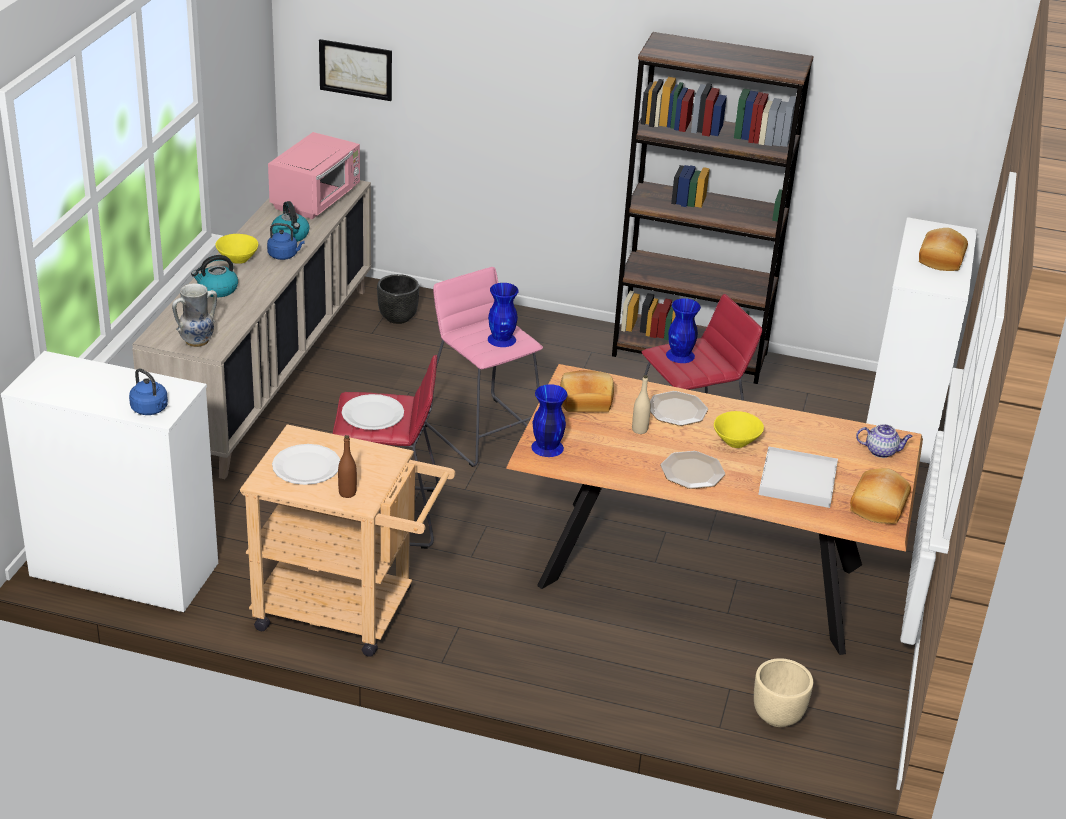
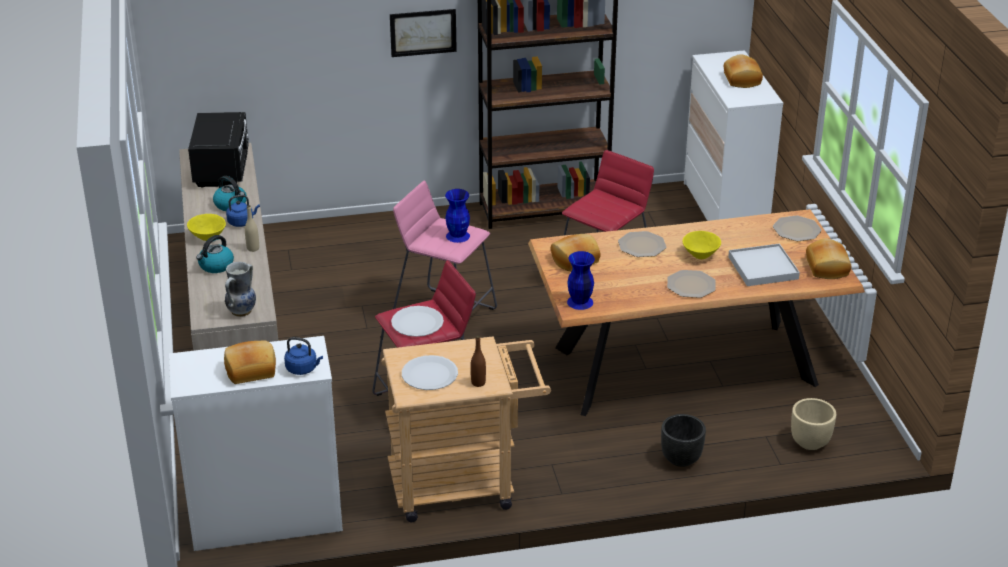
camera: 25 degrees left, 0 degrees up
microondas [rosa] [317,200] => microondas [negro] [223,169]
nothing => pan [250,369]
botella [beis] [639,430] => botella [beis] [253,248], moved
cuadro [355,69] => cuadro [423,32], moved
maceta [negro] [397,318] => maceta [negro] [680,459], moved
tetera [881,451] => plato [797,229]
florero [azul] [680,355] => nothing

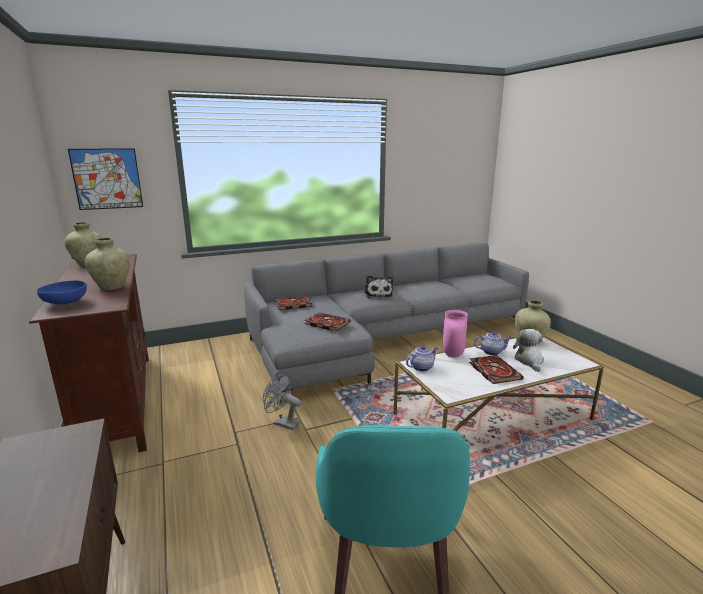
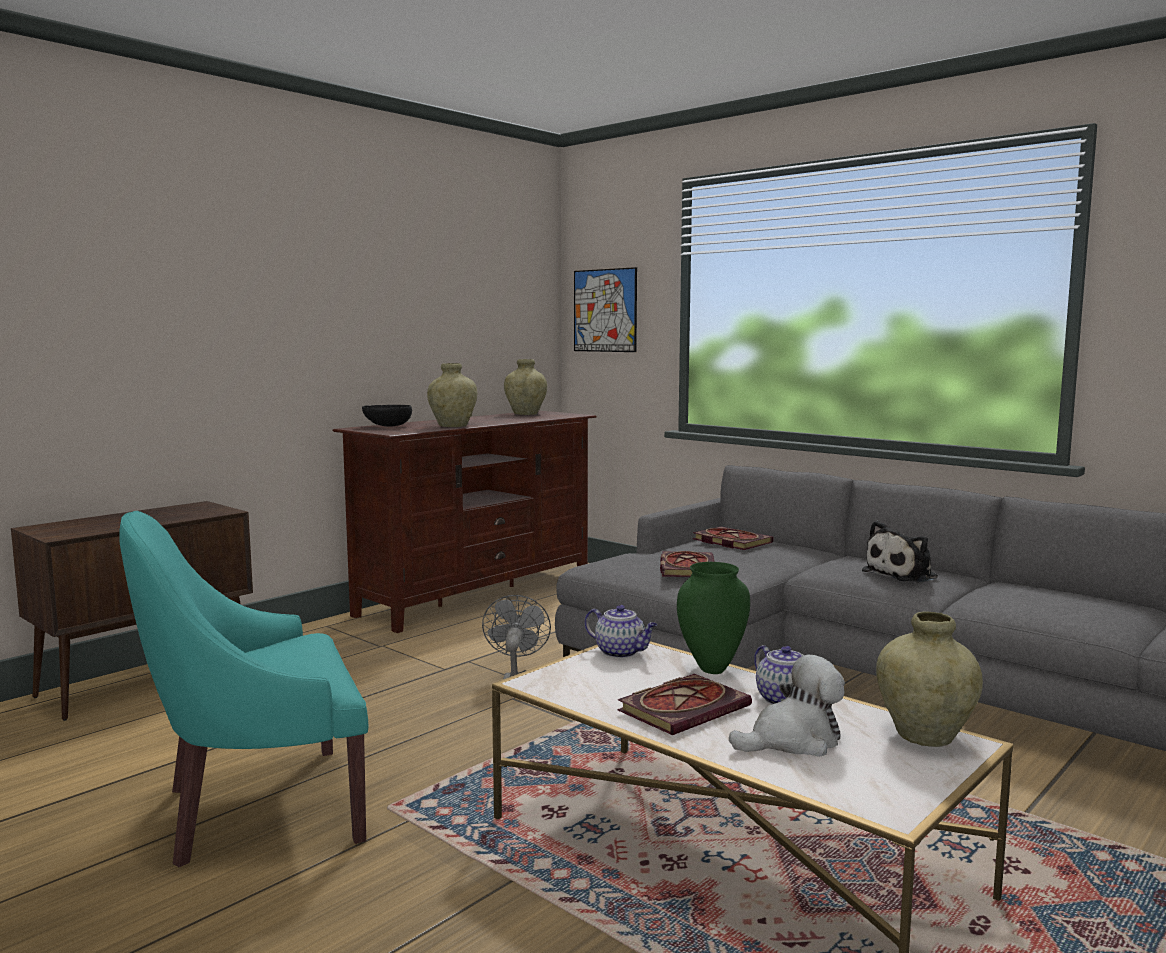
camera: 65 degrees right, 10 degrees down
cuenco [azul] [65,303] => cuenco [negro] [387,426]
florero [rosa] [452,355] => florero [verde] [711,668]

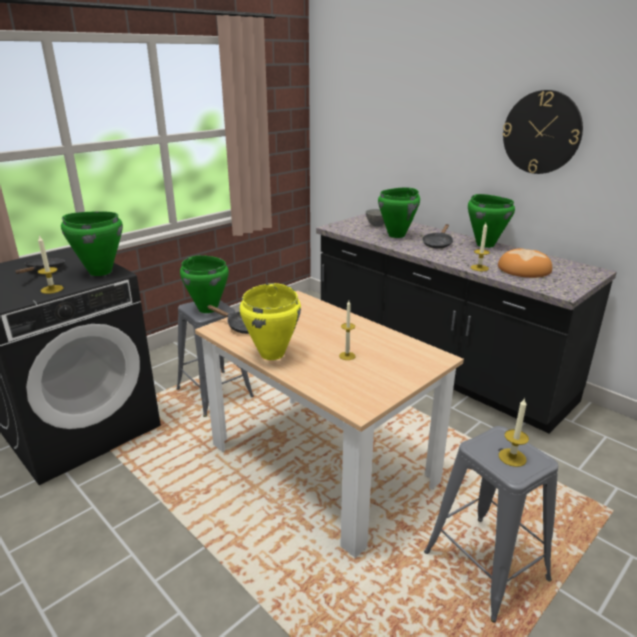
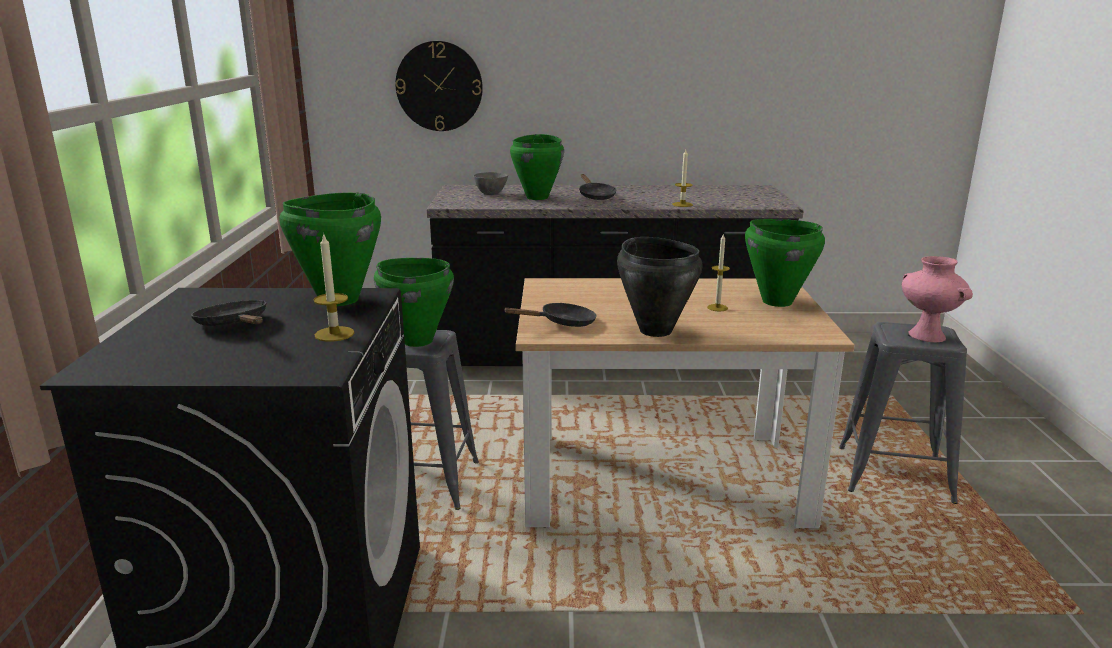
camera: 45 degrees left, 5 degrees down
reloj de pared [541,132] => reloj de pared [439,86], moved
olla [amarillo] [272,354] => olla [negro] [655,330]
olla [verde] [485,244] => olla [verde] [776,301], moved
vela [512,457] => florero [rosa] [925,336]
pan [524,269] => nothing

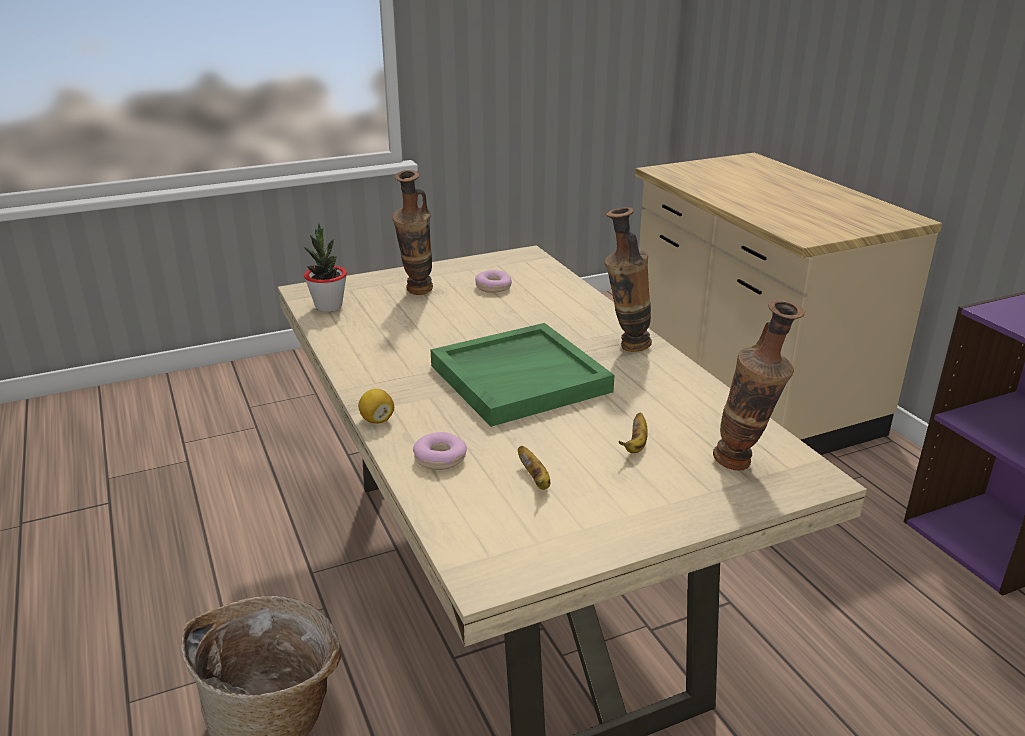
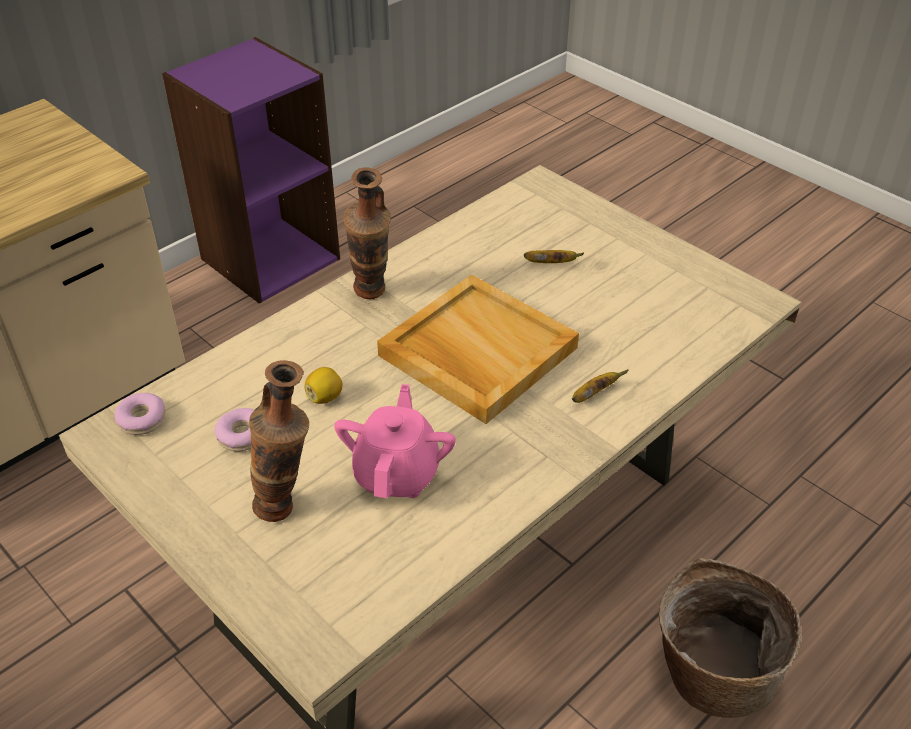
camera: 110 degrees left, 15 degrees up
rosquilla [440,458] => rosquilla [142,419], moved
limón [377,420] => limón [325,397], moved
nothing => tetera [rosa] [397,473]
bandeja [verde] [520,377] => bandeja [beis] [476,352]
plátano [535,480] => plátano [593,394], moved
planta en maceta [328,306] => nothing
florero [744,465] => nothing

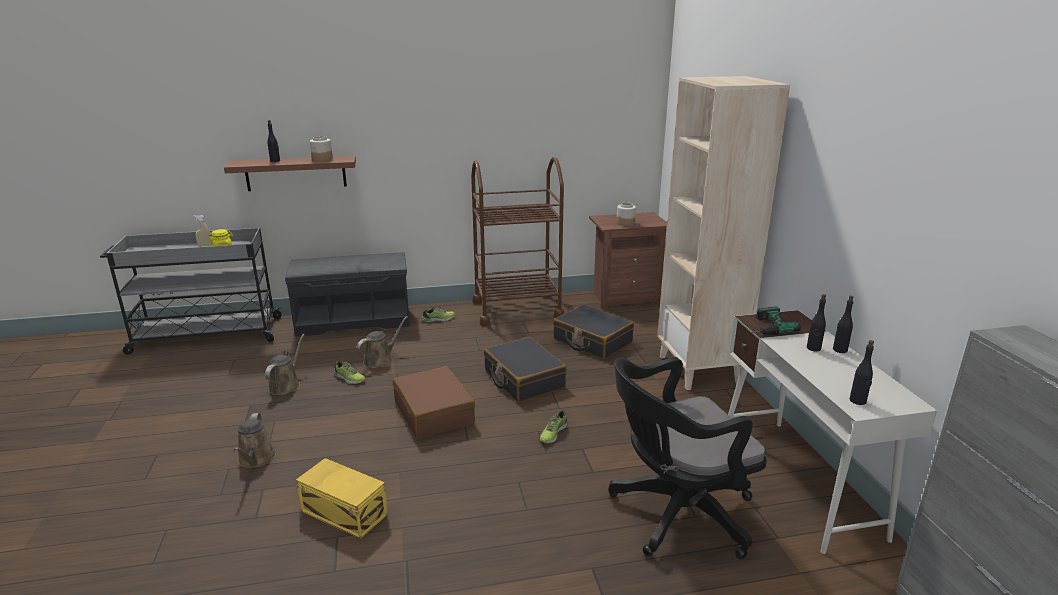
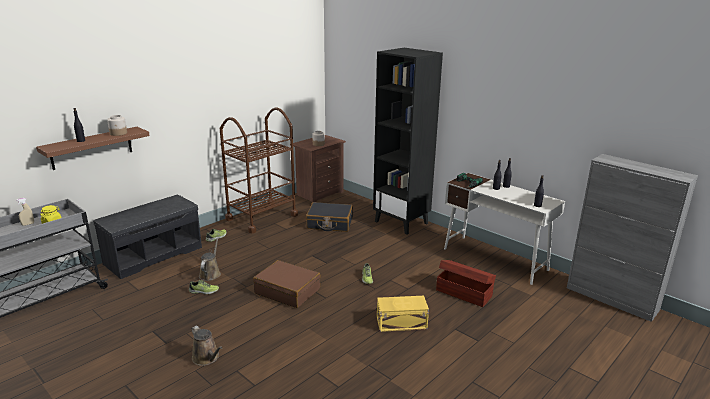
camera: 35 degrees left, 0 degrees up
estantería [beis] [699,370] => estantería [negro] [402,222]
caja de almacenaje [amarillo] [344,511] => caja de almacenaje [amarillo] [400,322], moved
silla de oficina [negro] [675,514] => caja de almacenaje [marrón] [463,292]
regadera [marrón] [286,385] => nothing
maleta [negro] [523,379] => nothing

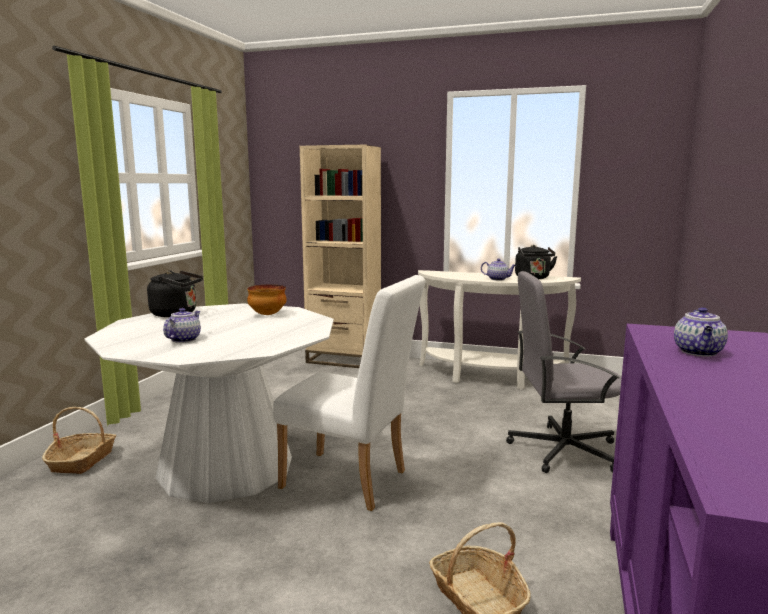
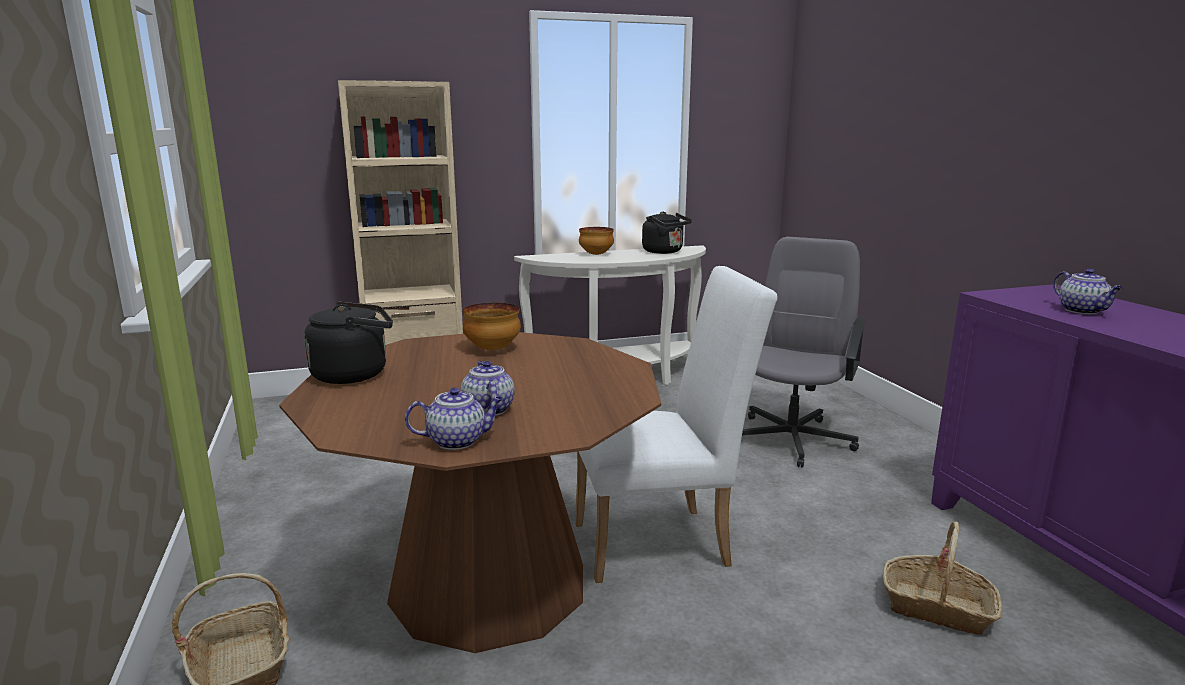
camera: 35 degrees left, 5 degrees up
mesa de comedor [blanco] [226,467] => mesa de comedor [marrón] [489,583]
tetera [498,279] => tetera [458,441], moved
nothing => cuenco [596,254]
silla de oficina [gris] [562,450] => silla de oficina [gris] [792,438], 150 degrees clockwise

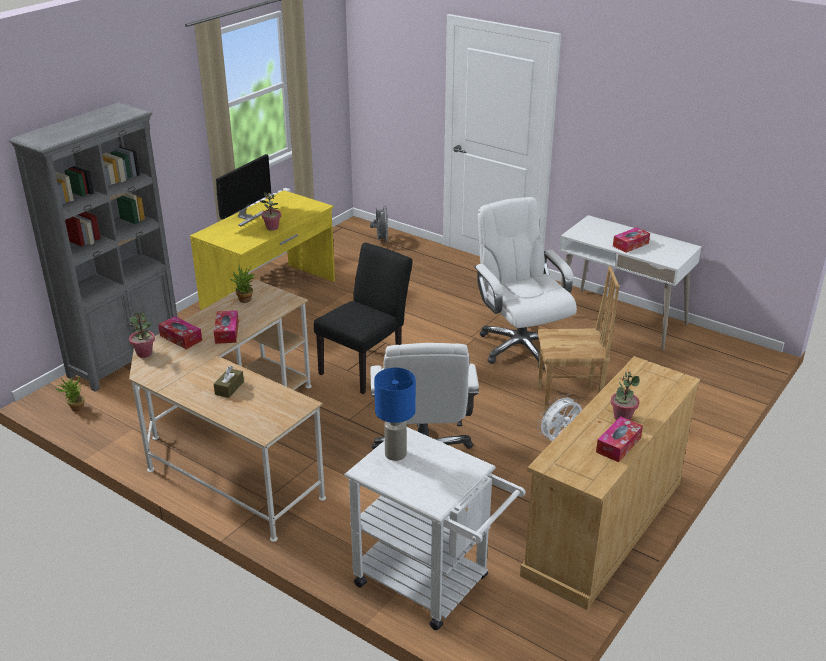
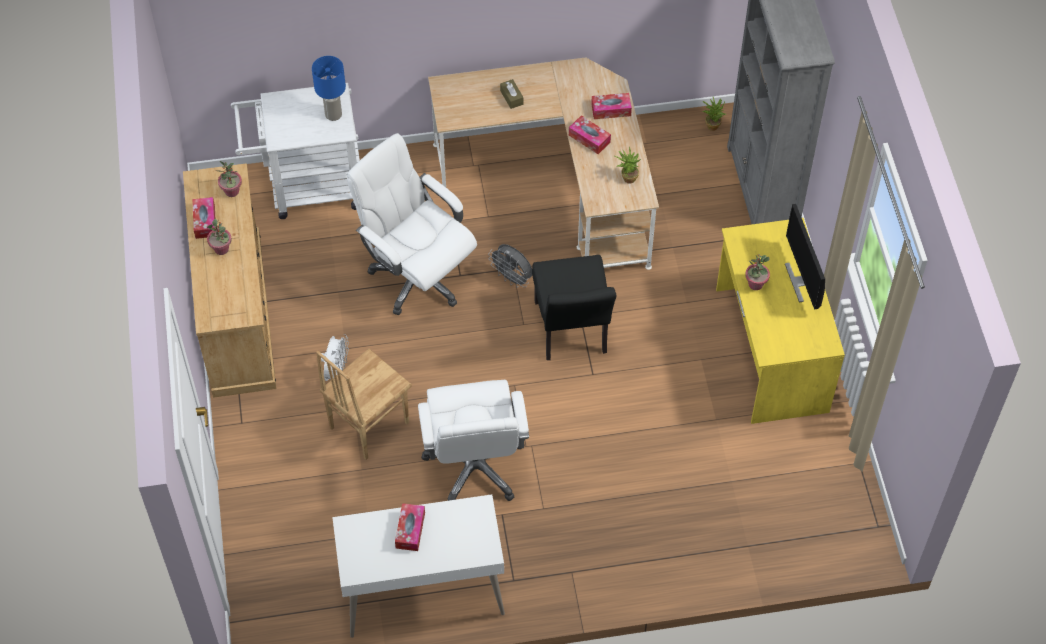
camera: 135 degrees right, 25 degrees up
planta en maceta [144,353] => planta en maceta [232,191], moved
silla de oficina [blanco] [520,346] => silla de oficina [blanco] [475,466], 60 degrees clockwise
ventilador [gris] [381,241] => ventilador [gris] [512,278], moved

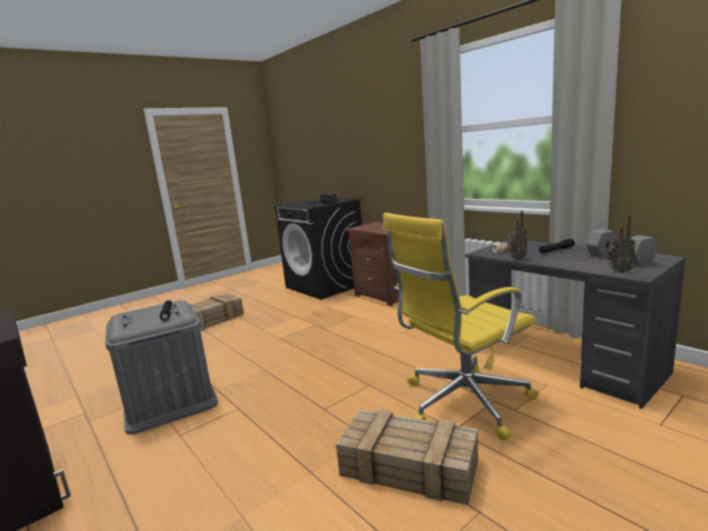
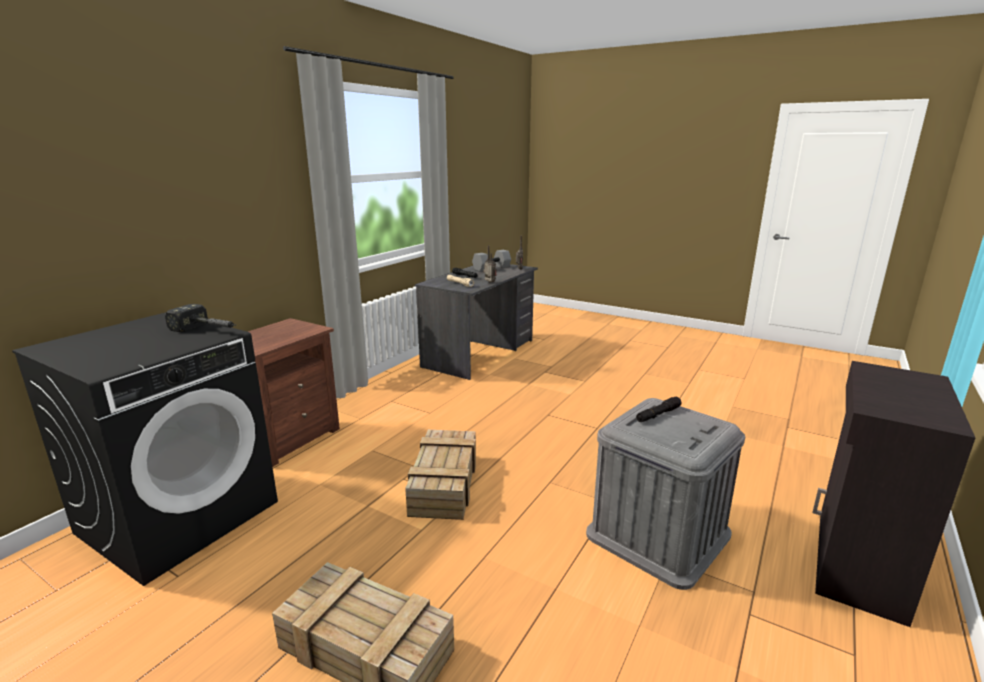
camera: 110 degrees left, 5 degrees up
caja de embalaje [411,467] => caja de embalaje [444,482], moved
silla de oficina [amarillo] [462,402] => nothing

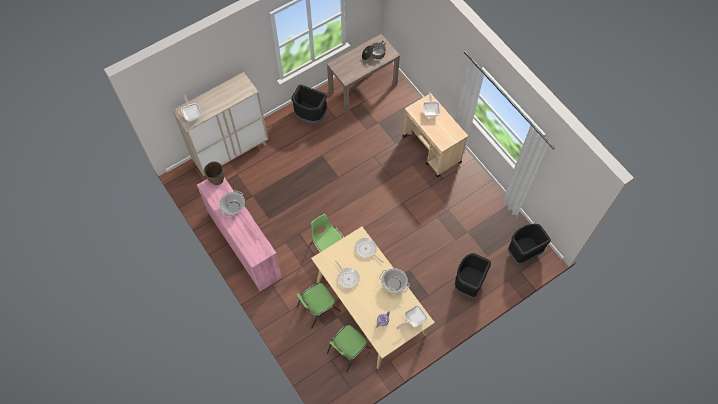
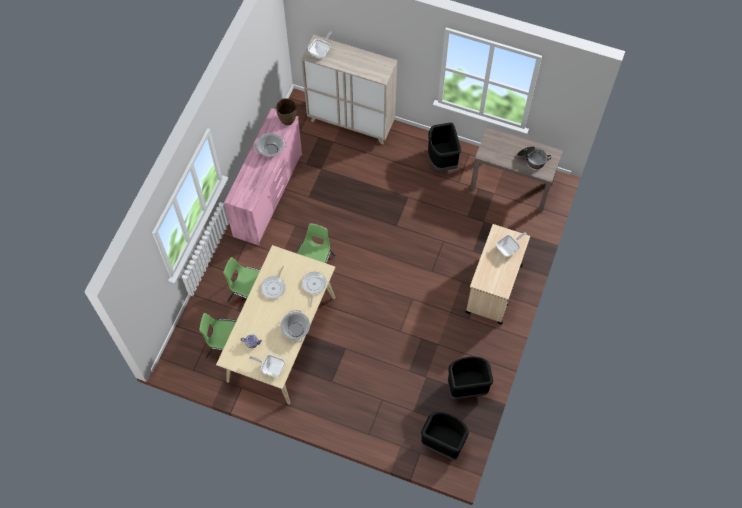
camera: 55 degrees right, 0 degrees up
papelera [negro] [468,284] => papelera [negro] [466,387], moved

